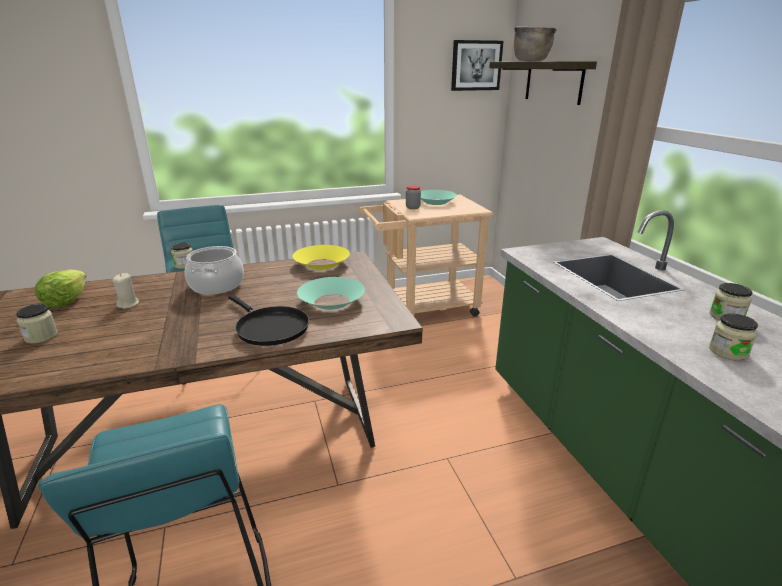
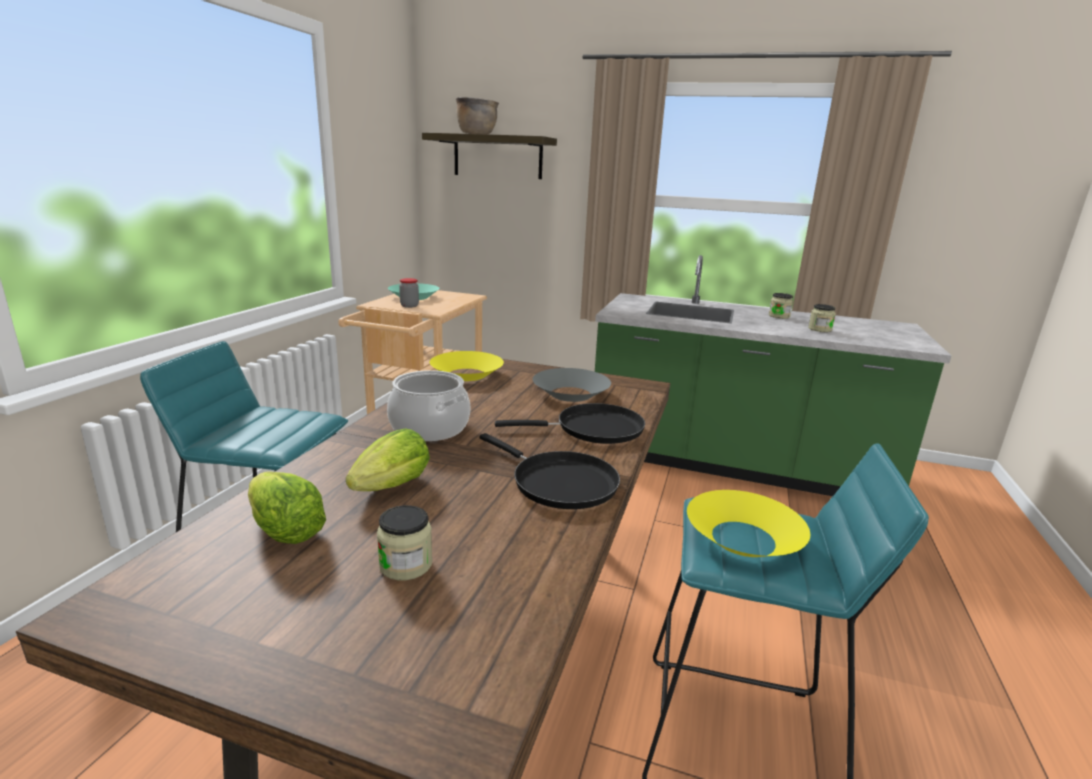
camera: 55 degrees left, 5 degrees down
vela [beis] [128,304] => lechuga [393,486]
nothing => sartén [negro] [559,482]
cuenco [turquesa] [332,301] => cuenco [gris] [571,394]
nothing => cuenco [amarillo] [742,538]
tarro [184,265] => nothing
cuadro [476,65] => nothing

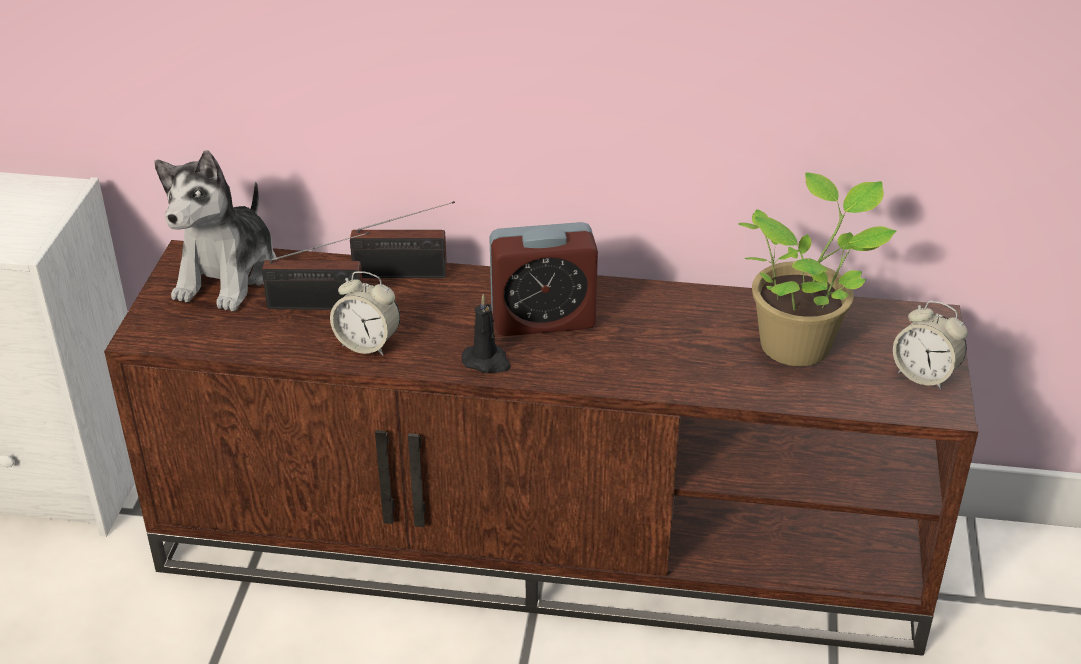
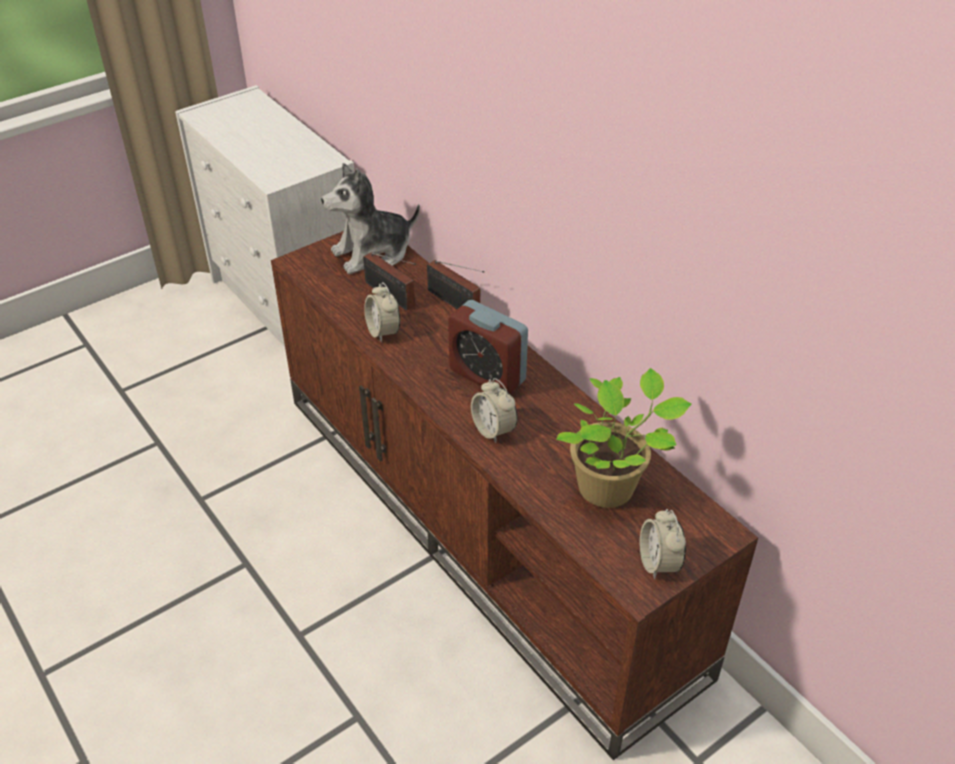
camera: 45 degrees right, 5 degrees up
nothing => despertador [493,430]
vela [negro] [487,361] => nothing

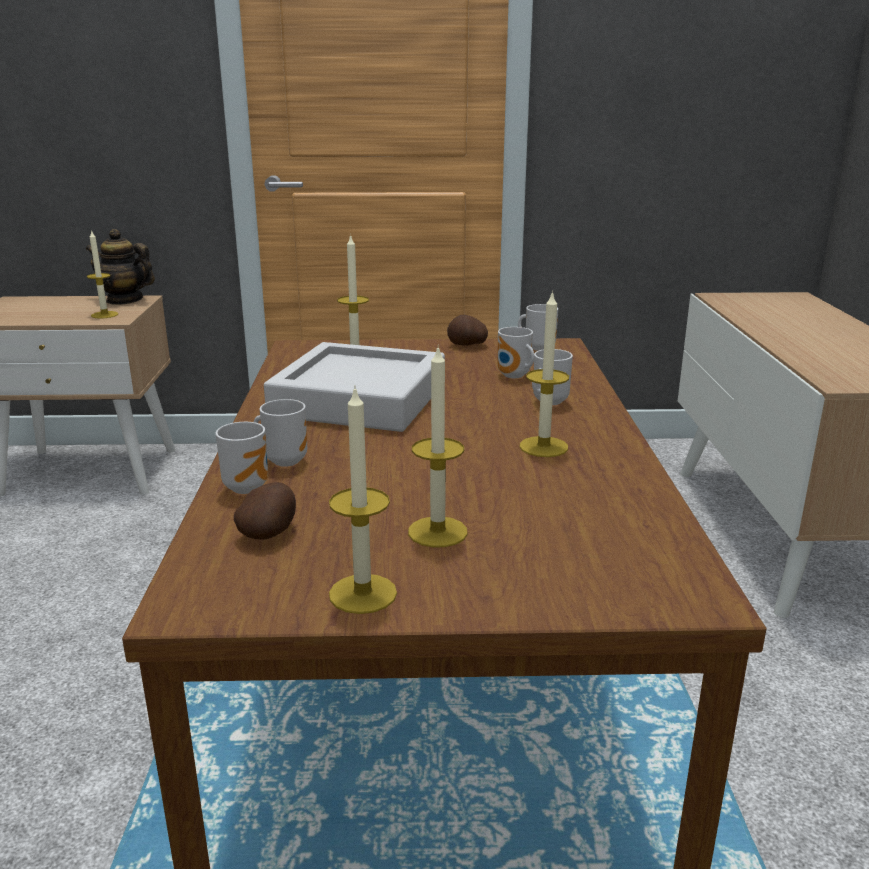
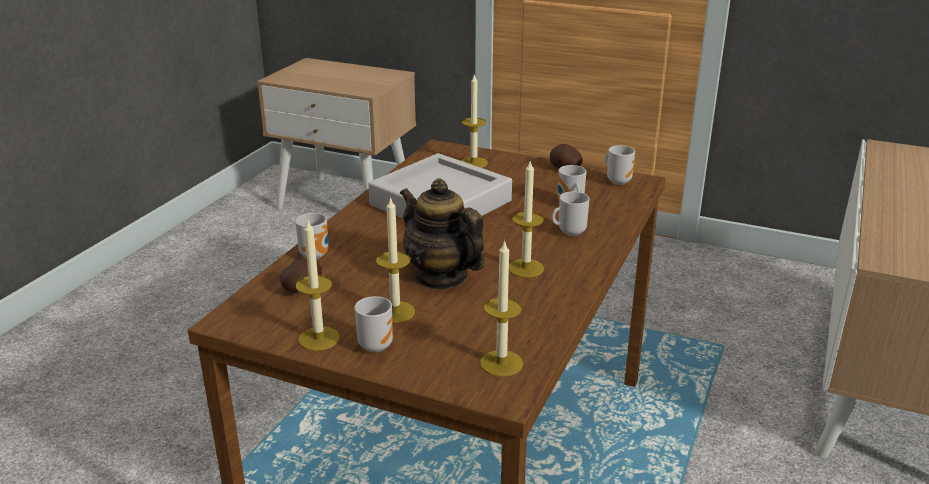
camera: 25 degrees right, 5 degrees up
taza grande [284,460] => taza grande [375,345], moved
tetera [124,300] => tetera [440,276], moved
vela [104,315] => vela [501,363], moved

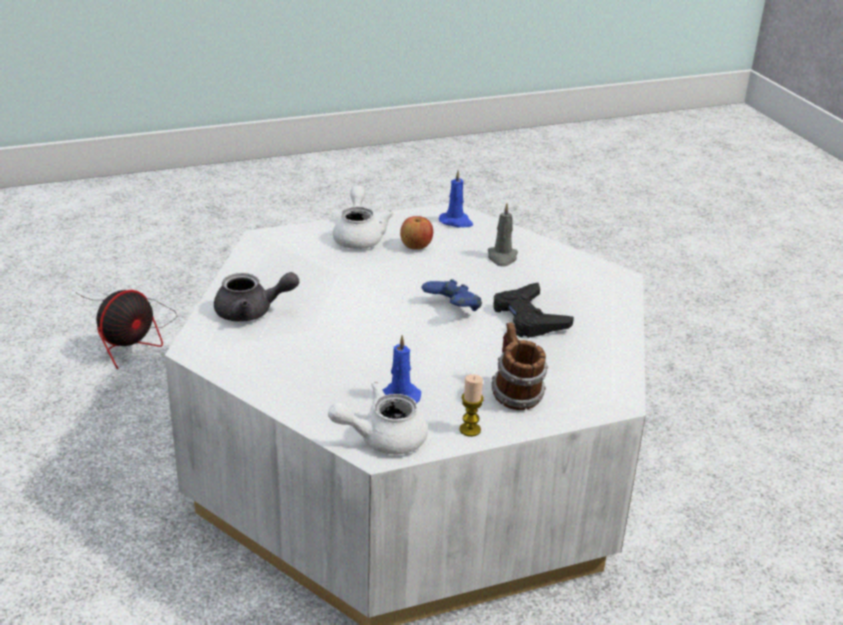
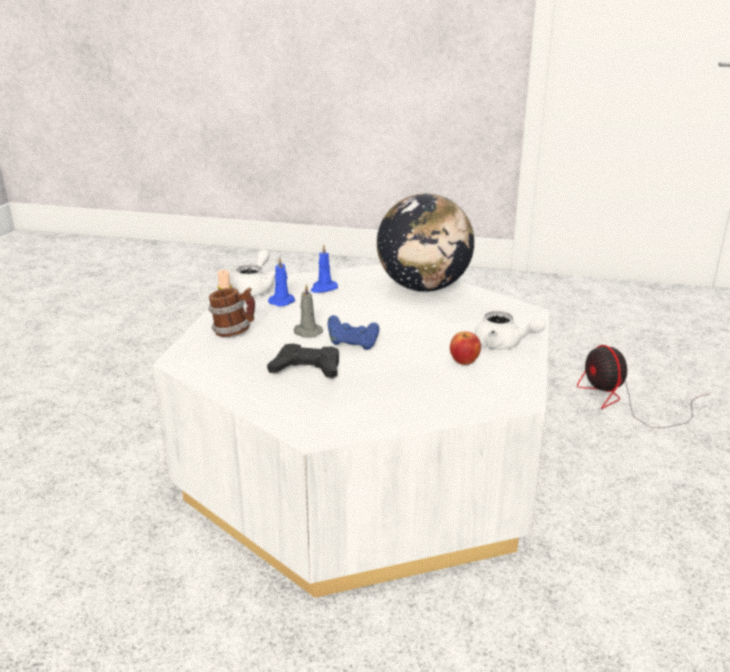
camera: 125 degrees right, 5 degrees down
vela [gris] [502,257] => vela [gris] [307,332], moved
vela [azul] [456,222] => vela [azul] [323,288], moved
tetera [gris] [252,312] => globo terráqueo [423,287]

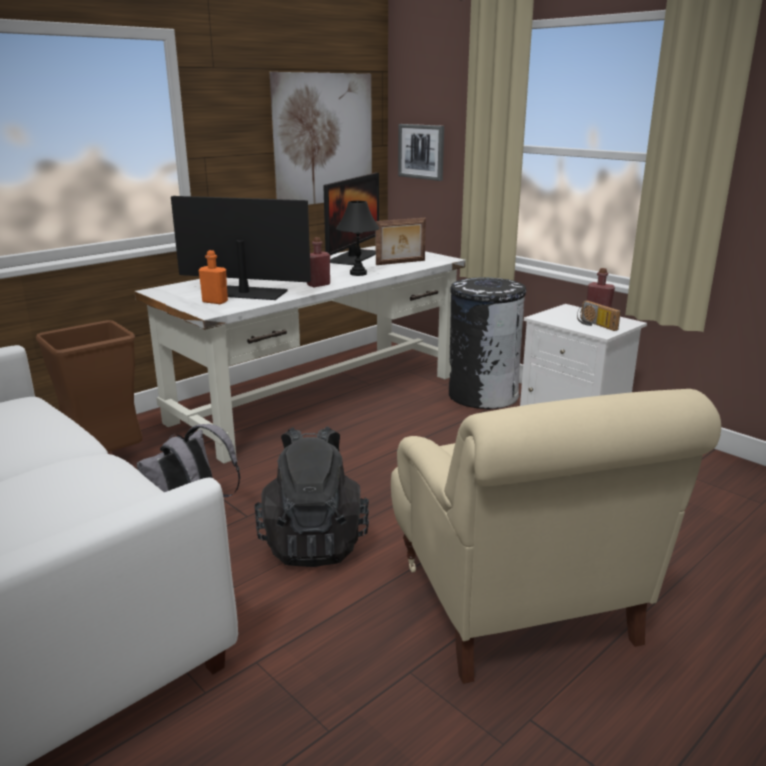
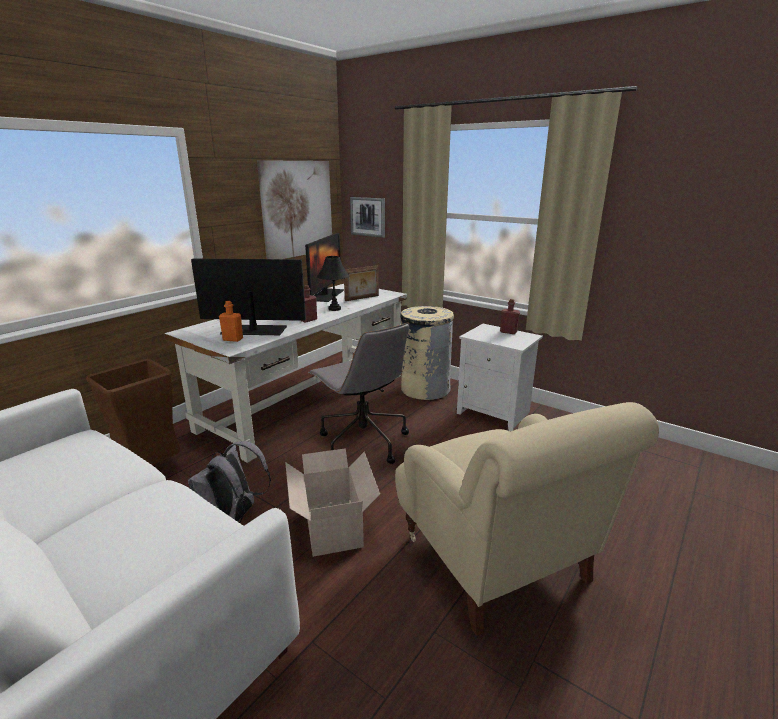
camera: 10 degrees left, 0 degrees up
mochila [negro] [314,542] => caja de cartón [333,524]
nothing => silla de oficina [gris] [362,442]
papelera [negro] [482,395] => papelera [beis] [425,389]
radio [594,325] => nothing

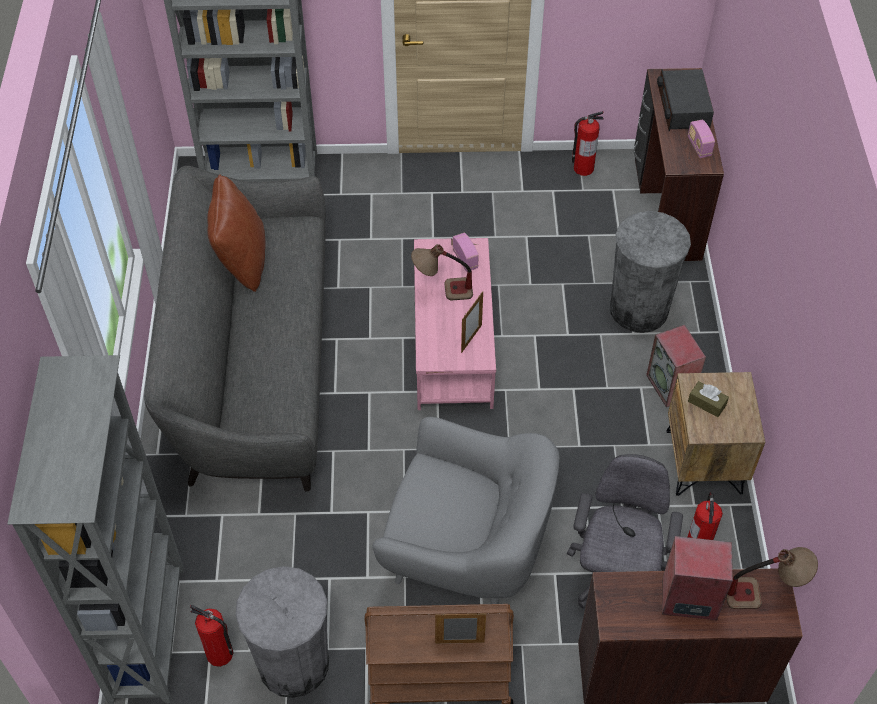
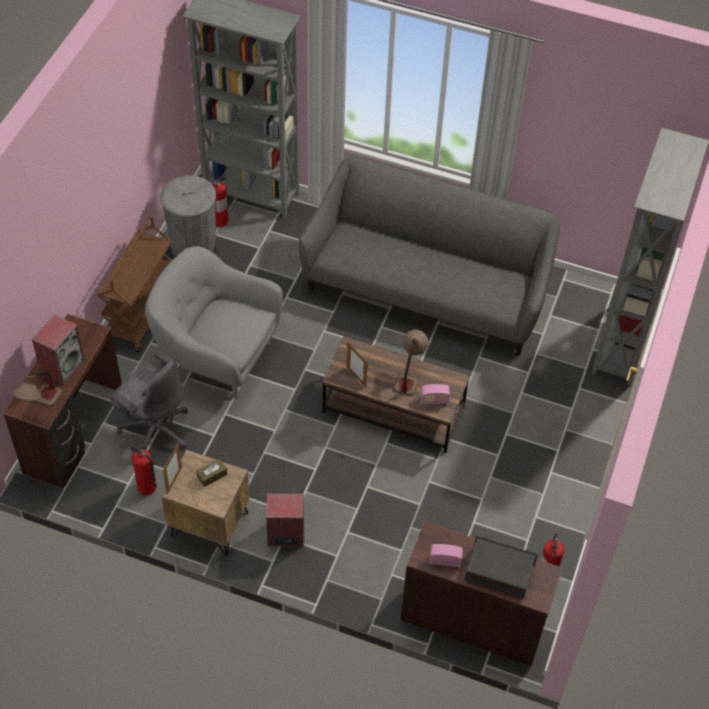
camera: 110 degrees right, 0 degrees up
sillón [gris] [466,553] => sillón [gris] [217,356], 75 degrees clockwise
portarretratos [459,642] => portarretratos [174,480], moved
mesa de centro [rosa] [452,342] => mesa de centro [marrón] [394,409]
cojín [marrón] [242,261] => nothing
papelera [gris] [639,309] => nothing

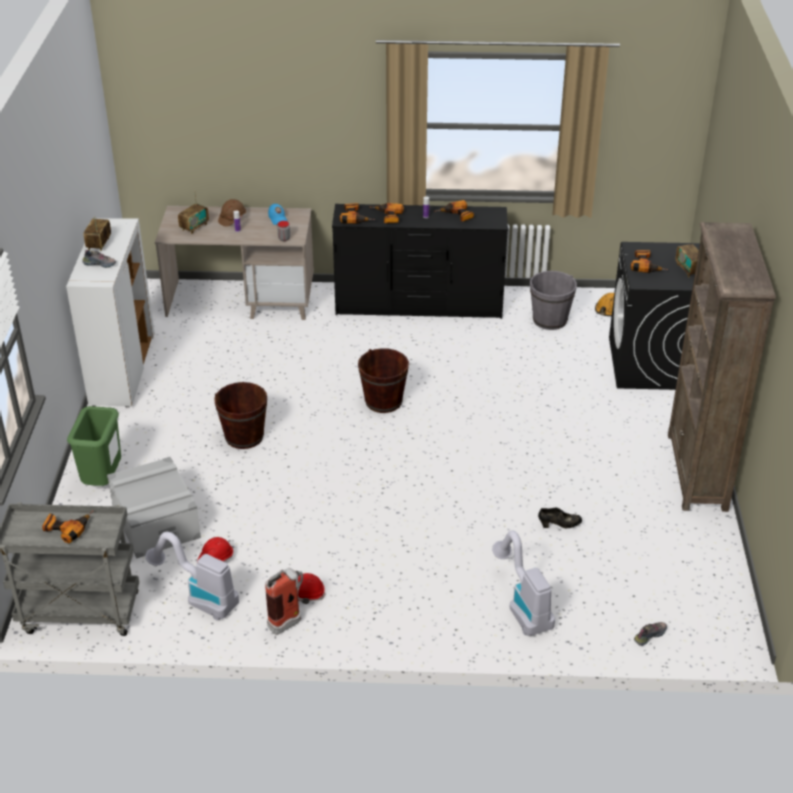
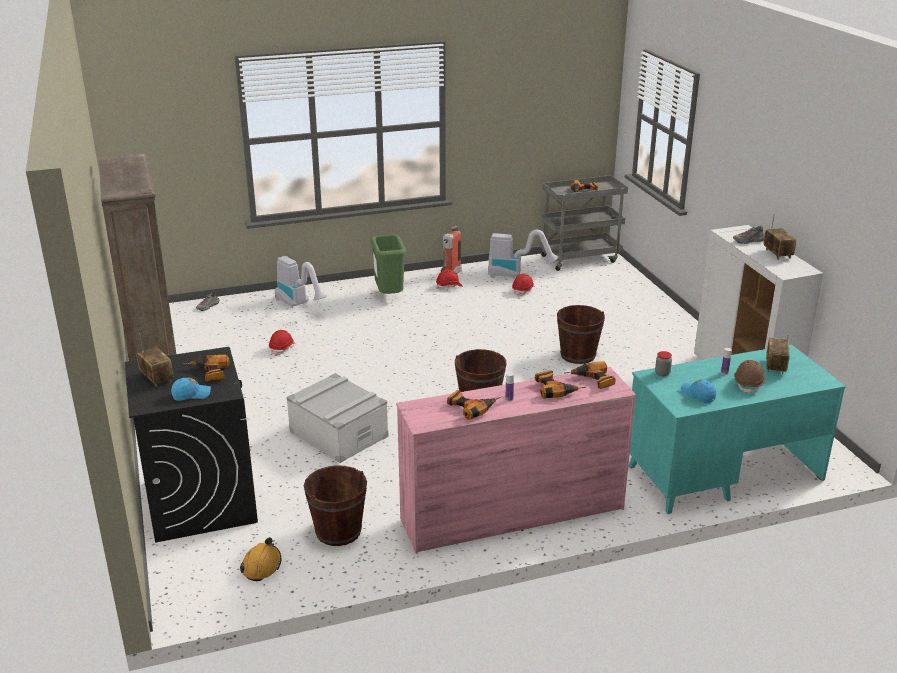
camera: 160 degrees right, 10 degrees down
nothing => gorra [azul] [191,394]
zapato [negro] [559,525] => casco [rojo] [282,348]
caja de almacenaje [gris] [156,522] => caja de almacenaje [gris] [338,434], moved
cubo [gris] [550,320] => cubo [marrón] [338,531]
papelera [verde] [103,481] => papelera [verde] [388,296], moved
cómoda [negro] [419,306] => cómoda [rosa] [511,514]
escritorio [beis] [241,300] => escritorio [turquesa] [722,474]

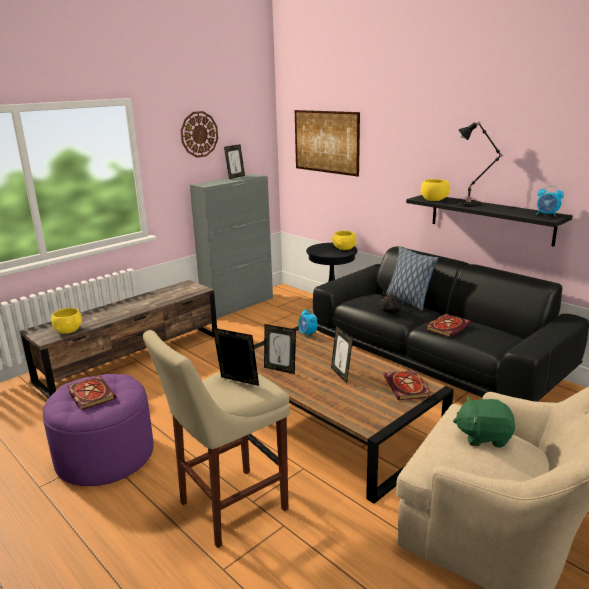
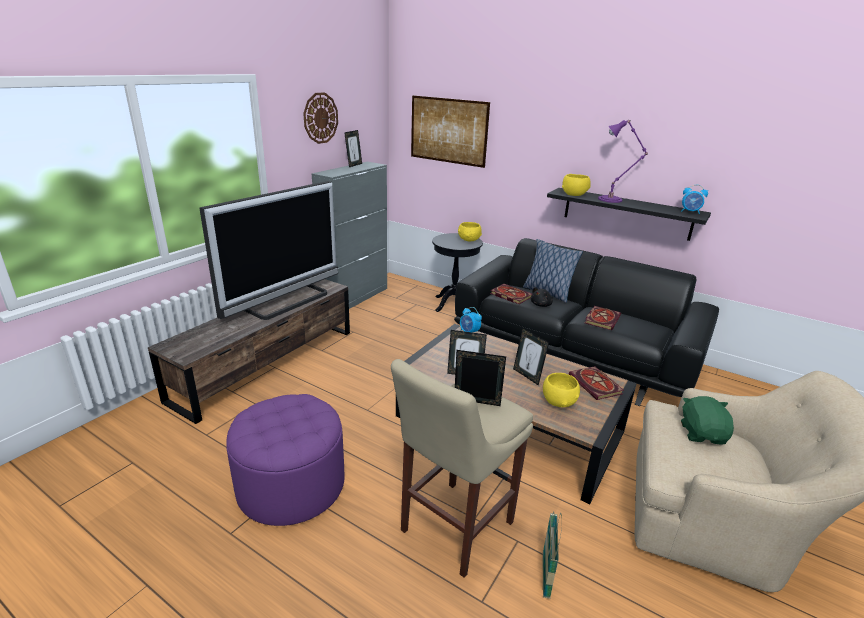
camera: 15 degrees left, 5 degrees up
nothing => televisor [287,301]
libro [90,394] => libro [510,295], moved
cuenco [amarillo] [69,330] => cuenco [amarillo] [559,401], moved
nothing => cesta [546,575]
lámpara de mesa [negro] [470,204] => lámpara de mesa [morado] [612,200]
peluche [verde] [483,436] => peluche [verde] [702,434], 105 degrees clockwise

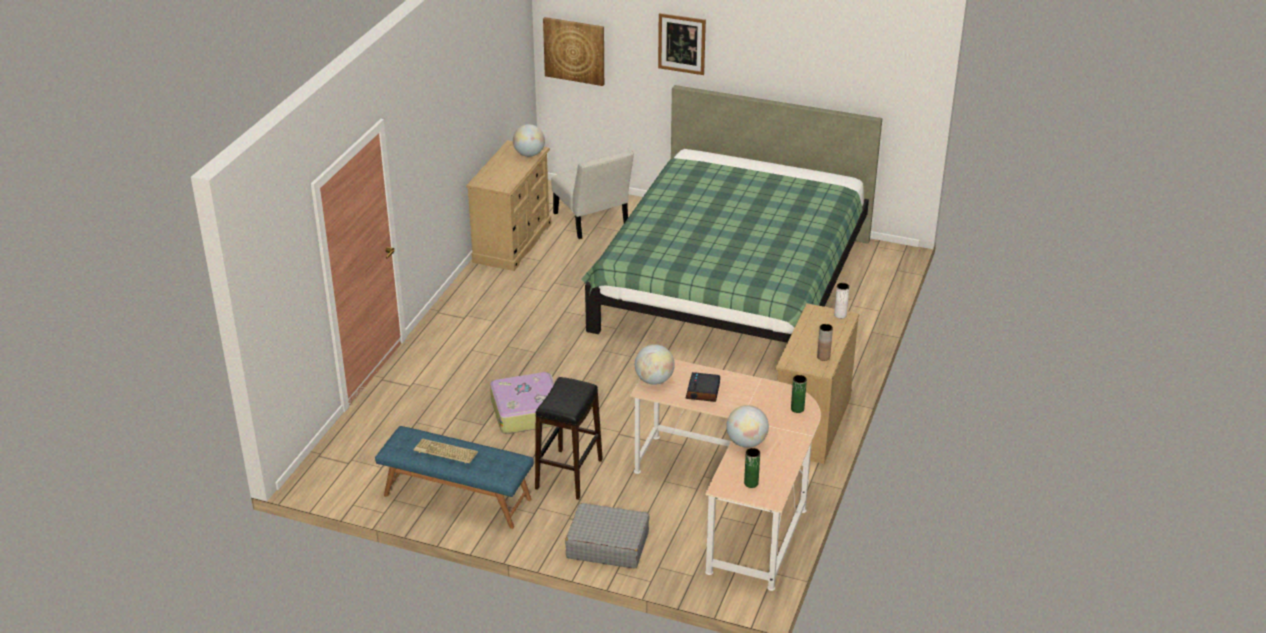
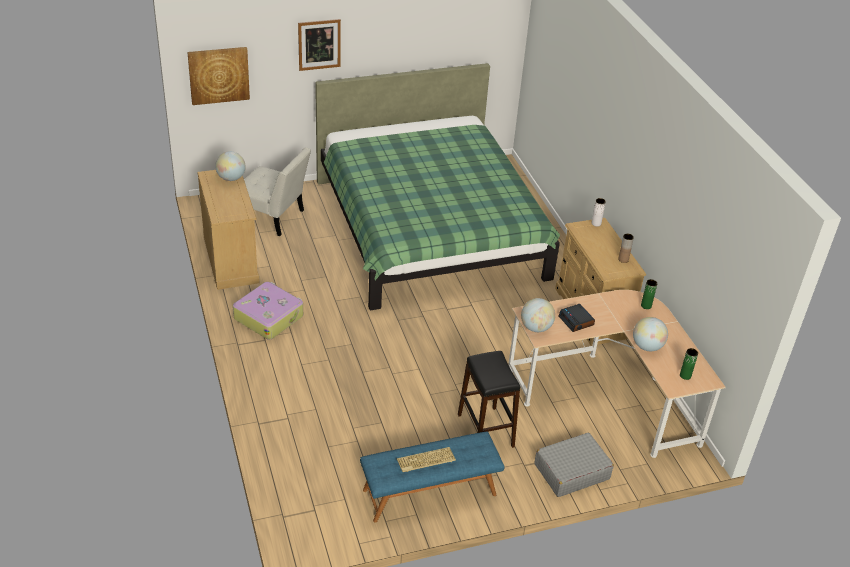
camera: 40 degrees left, 5 degrees up
maleta [527,411] => maleta [269,317], moved

